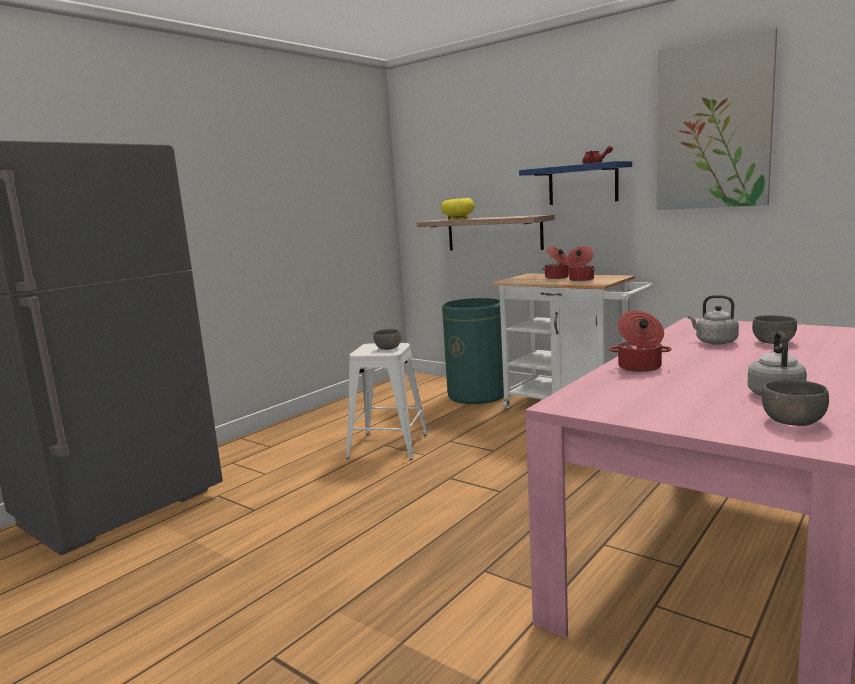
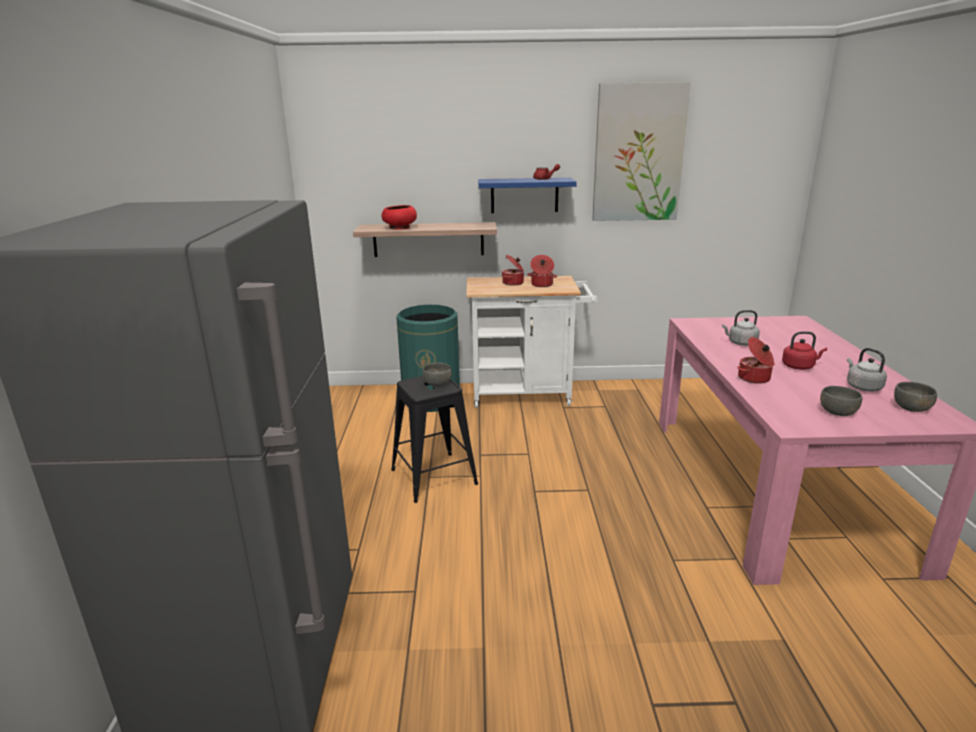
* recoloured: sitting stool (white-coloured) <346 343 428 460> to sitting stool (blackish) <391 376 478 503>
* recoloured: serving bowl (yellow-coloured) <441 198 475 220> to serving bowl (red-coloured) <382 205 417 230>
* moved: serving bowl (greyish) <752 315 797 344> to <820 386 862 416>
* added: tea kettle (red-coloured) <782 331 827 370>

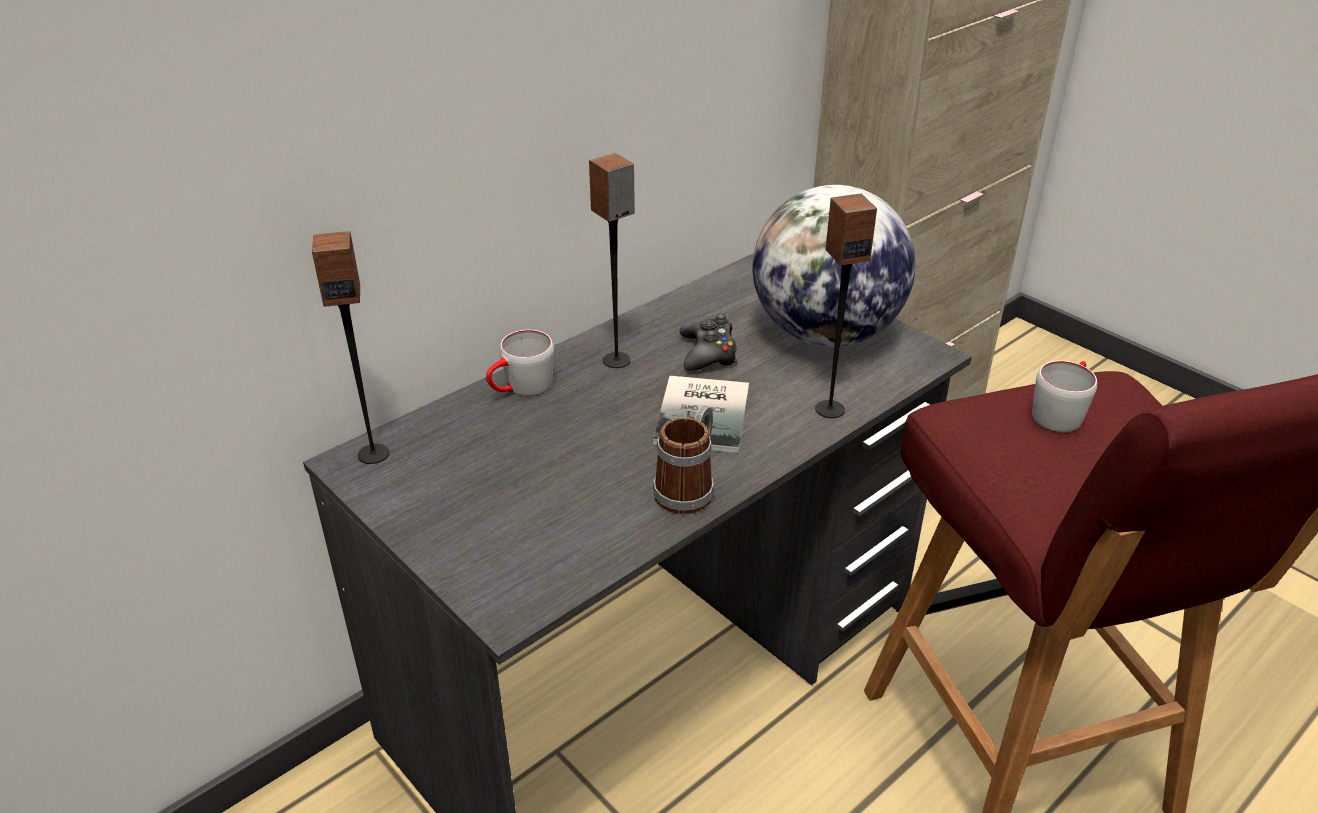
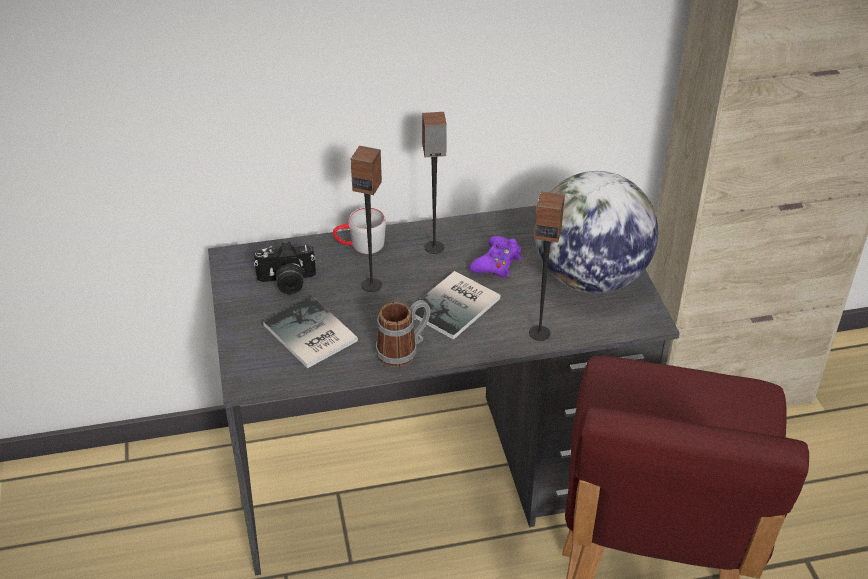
* moved: audio speaker <312 231 389 464> to <351 146 382 292>
* recoloured: game controller (blackish) <680 314 737 371> to game controller (purple) <469 236 522 278>
* removed: coffee mug (greyish) <1032 361 1097 432>
* added: photo camera <254 241 316 294>
* added: bound book <263 296 358 368>

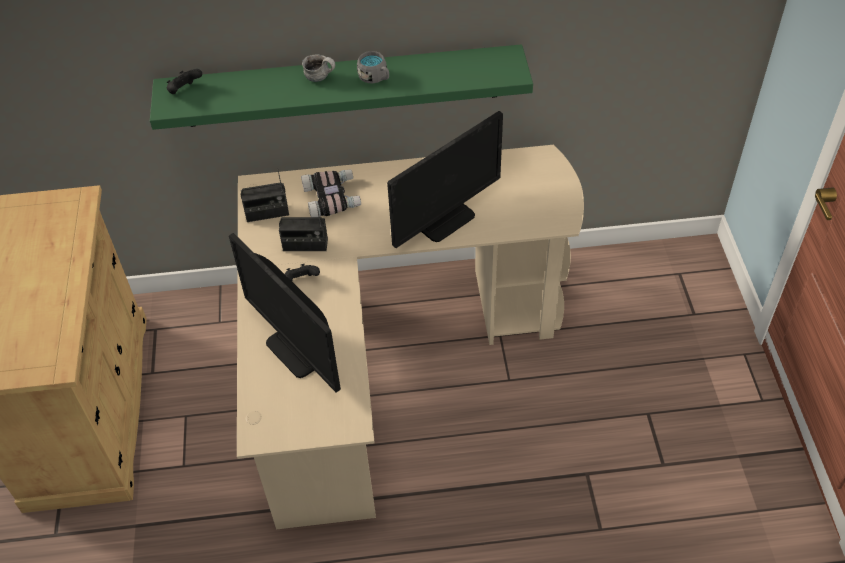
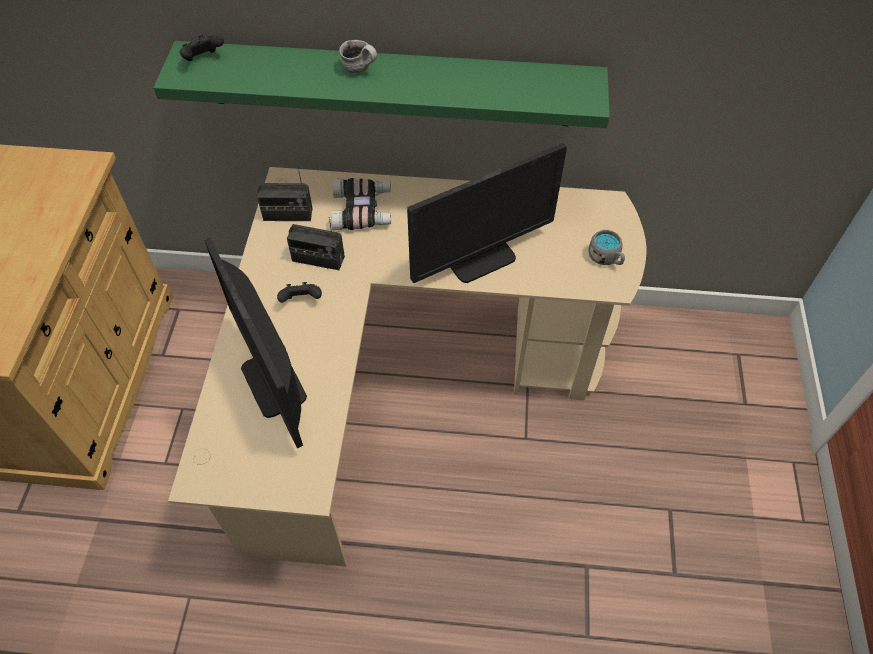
* moved: coffee mug (greyish) <357 51 389 83> to <588 230 625 265>

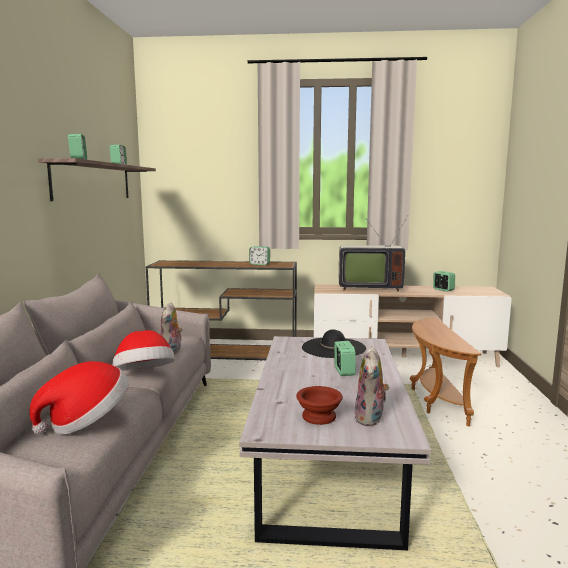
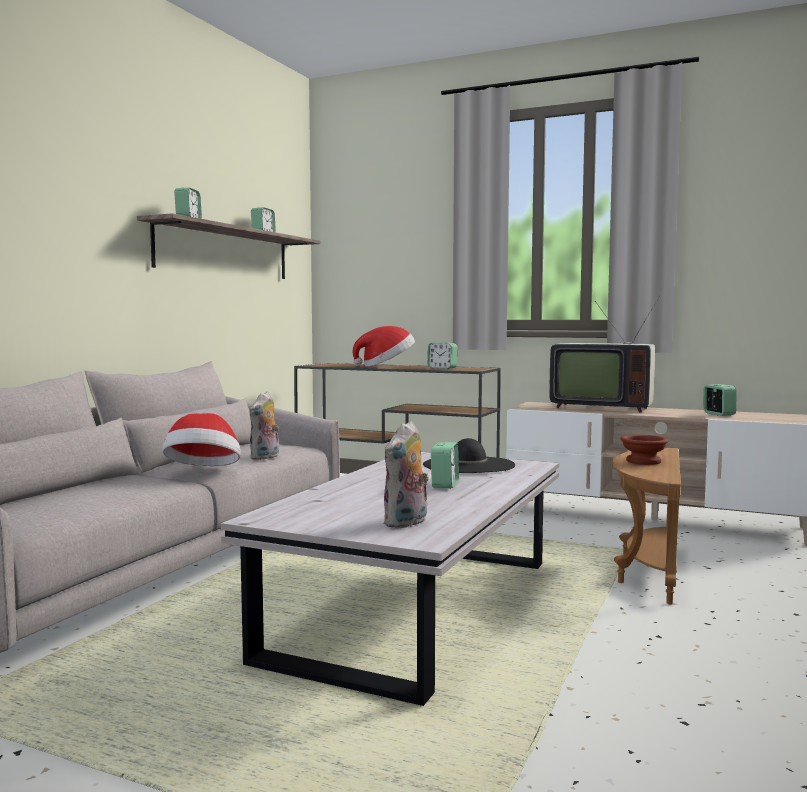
* moved: wearable hat <29 361 129 434> to <353 326 415 367>
* moved: serving bowl (brown-coloured) <296 386 343 425> to <621 435 668 465>

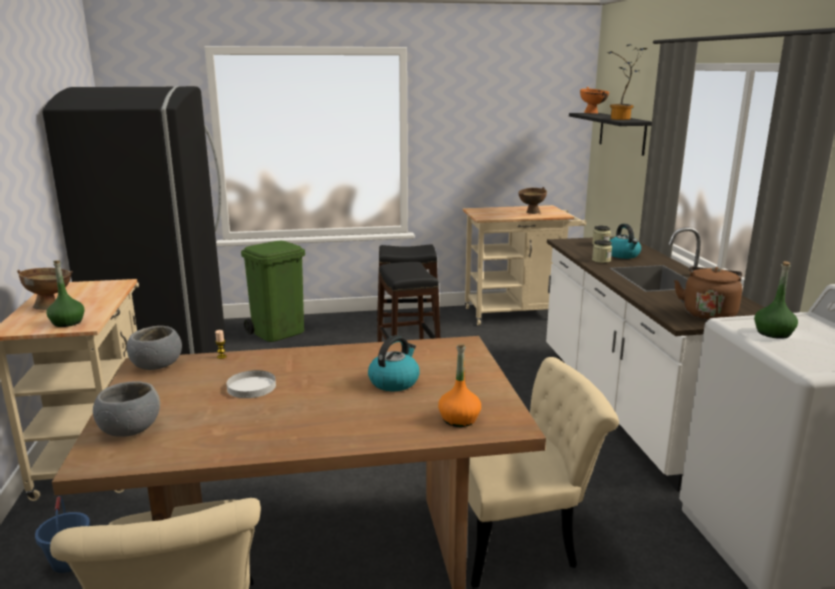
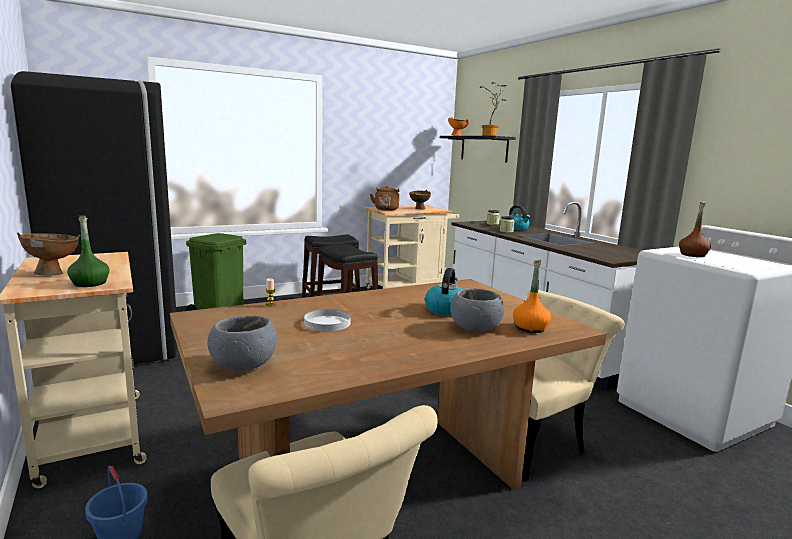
* moved: serving bowl (greyish) <127 326 182 370> to <450 288 504 332>
* moved: tea kettle (brown-coloured) <674 266 742 320> to <370 186 400 211>
* recoloured: drink bottle (greenish) <754 261 798 339> to drink bottle (brown-coloured) <679 202 711 257>

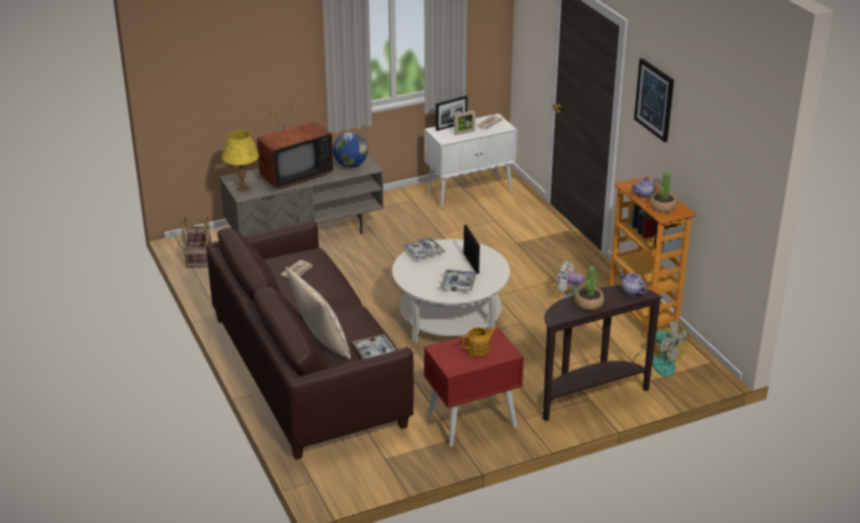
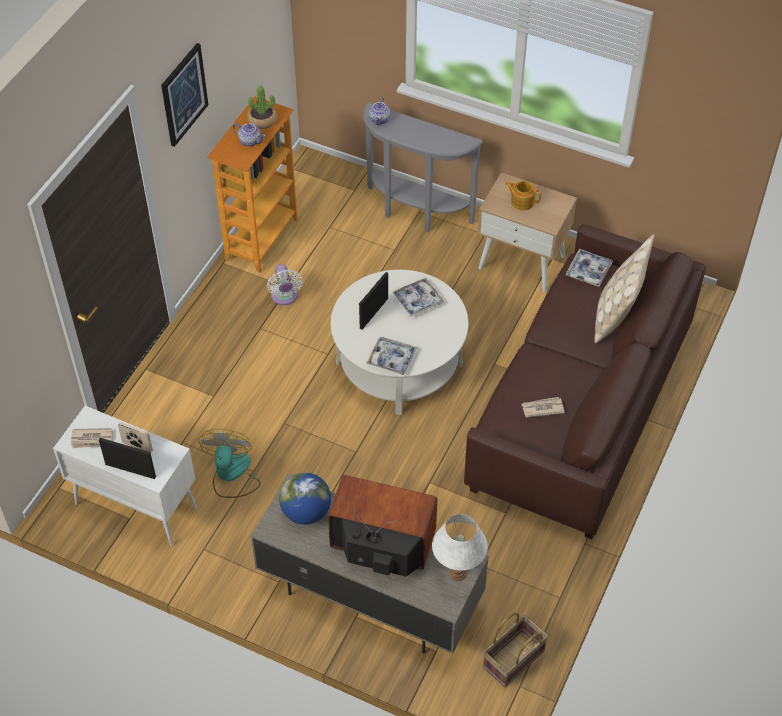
* recoloured: tabletop lamp (yellow-coloured) <221 130 259 192> to tabletop lamp (white-coloured) <432 514 488 581>
* recoloured: bedside table (red-coloured) <424 327 524 447> to bedside table (beige-coloured) <477 173 577 292>
* recoloured: hall table (brown-coloured) <543 285 662 421> to hall table (greyish) <363 103 483 232>
* removed: plant in a pot <575 266 604 310>
* moved: fan <633 318 689 377> to <198 429 261 498>

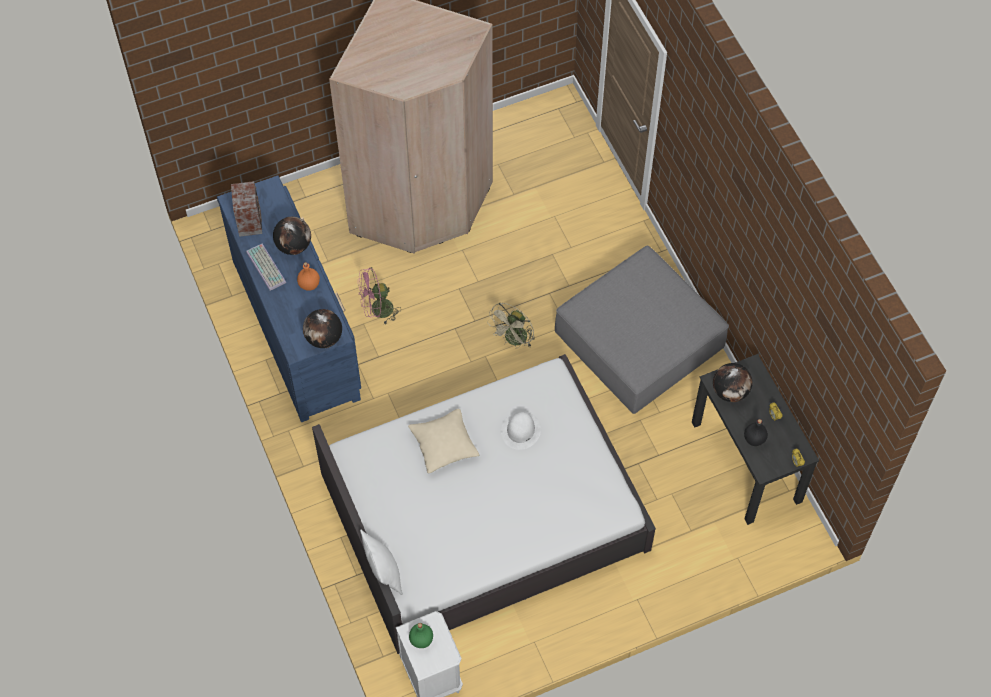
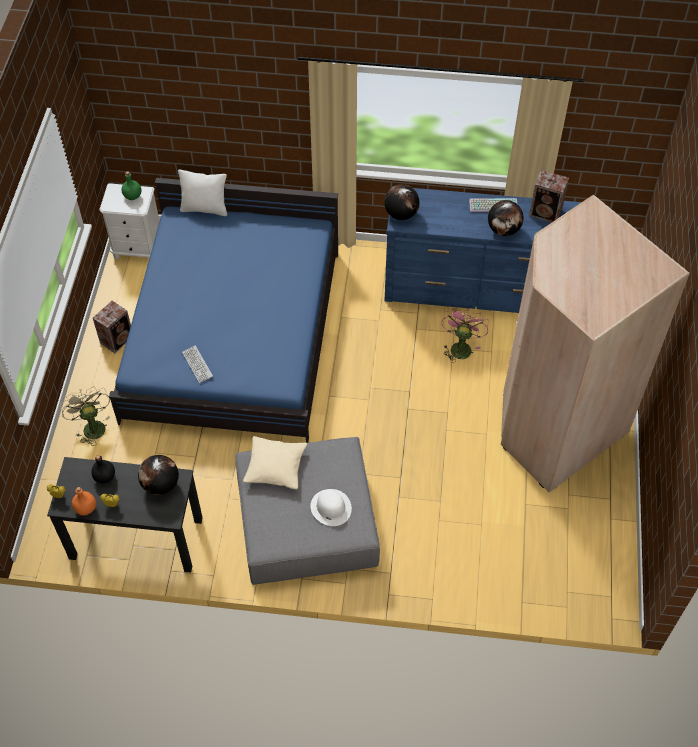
* moved: drink bottle (orangey) <297 262 320 291> to <72 487 96 516>
* recoloured: bedroom bed (white-coloured) <312 354 656 654> to bedroom bed (bluish) <109 178 338 443>
* moved: cushion (beige-coloured) <408 408 479 473> to <243 436 307 489>
* moved: fan (beige-coloured) <487 303 535 349> to <60 387 111 446>
* moved: wearable hat (white-coloured) <501 411 541 450> to <310 489 352 526>
* added: audio speaker <93 301 131 353>
* added: keyboard <182 345 213 383>

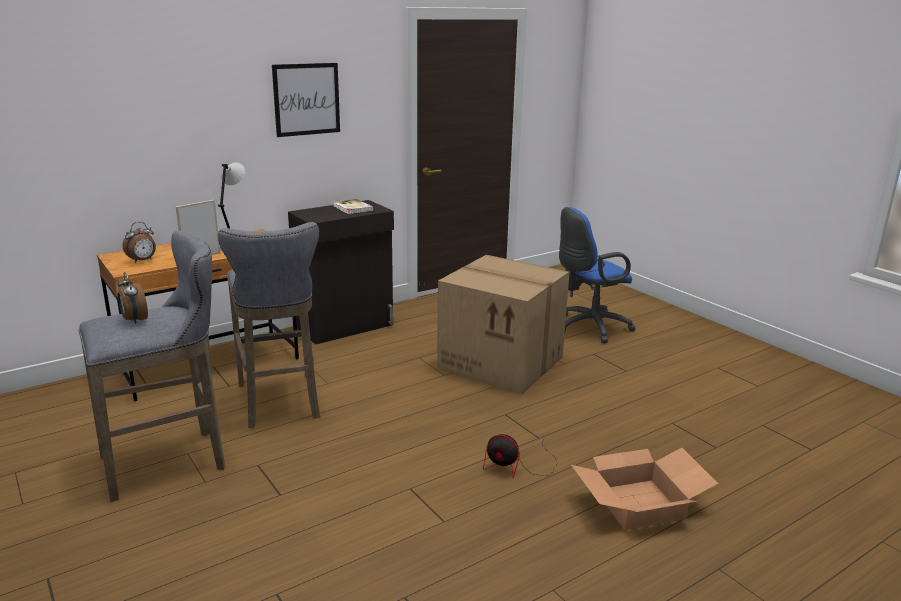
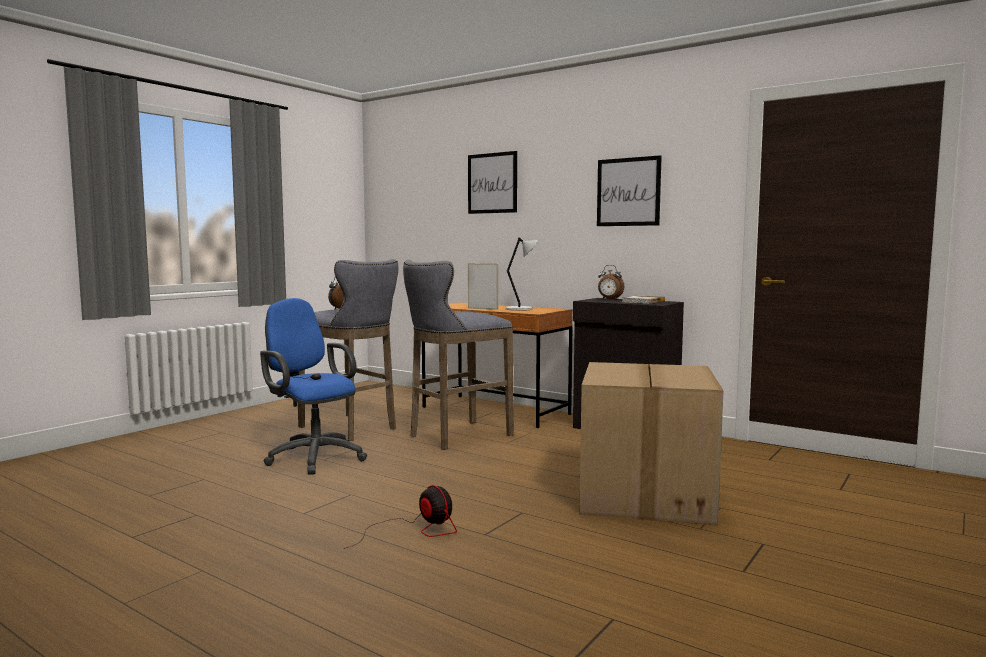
* moved: bedside clock <123 222 156 263> to <598 265 624 300>
* turned: fan <483 434 557 478> = <344 485 457 549> 135 degrees clockwise
* moved: office chair (bluish) <559 207 635 343> to <260 298 367 475>
* removed: cardboard box <571 448 718 530>
* added: wall picture <468 151 517 214>

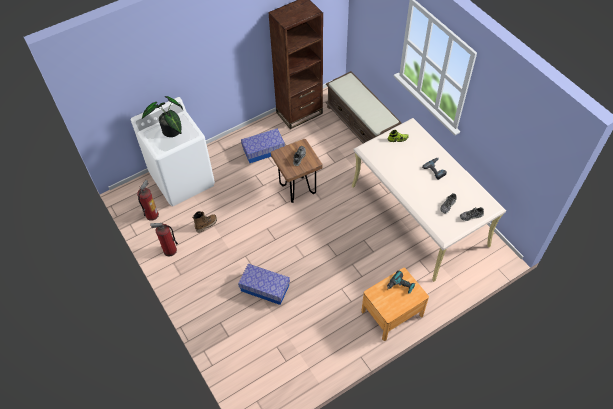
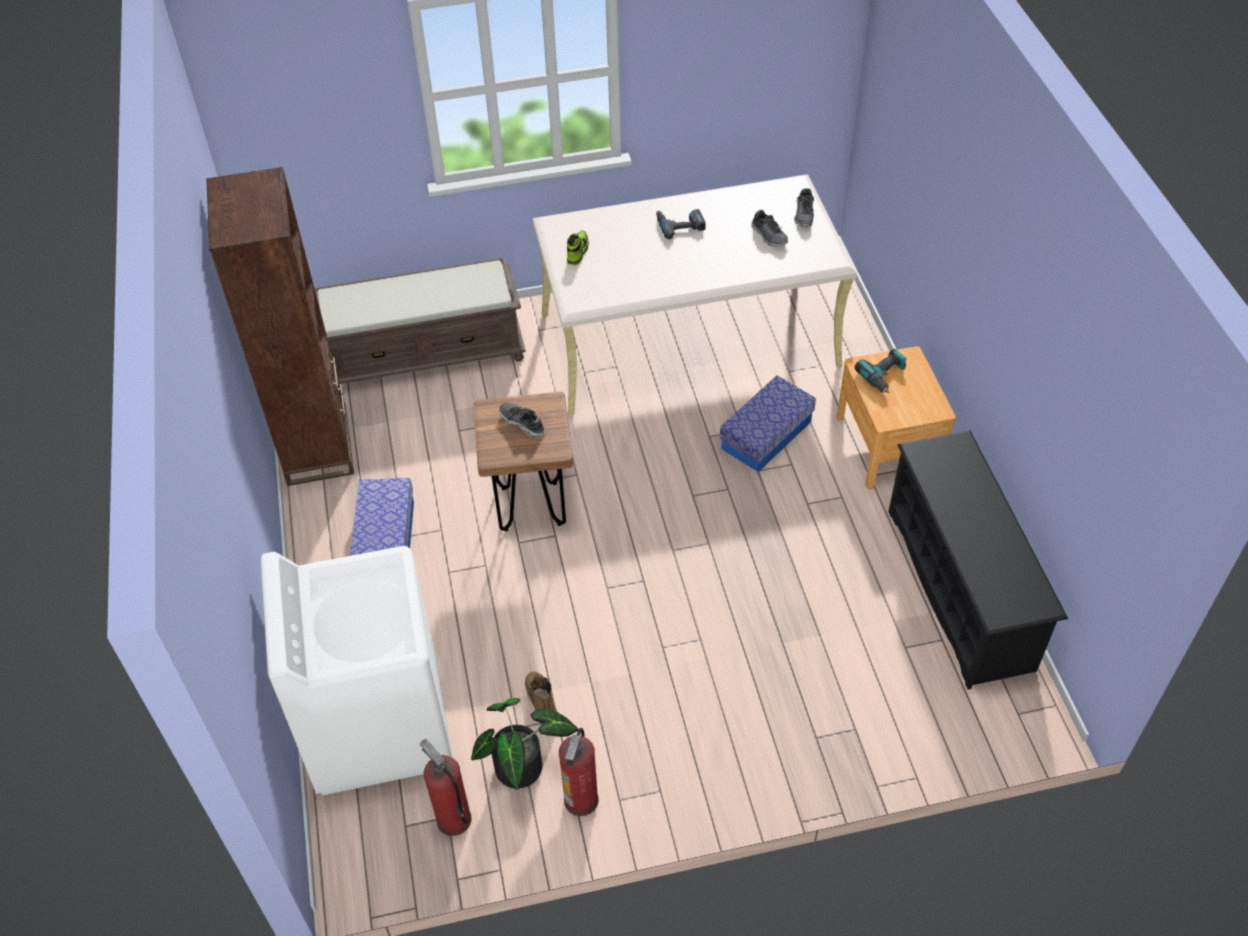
* moved: plant in a pot <142 96 183 137> to <471 698 578 790>
* moved: storage bin <238 263 290 305> to <720 375 816 472>
* added: shoe rack (blackish) <888 430 1068 690>

